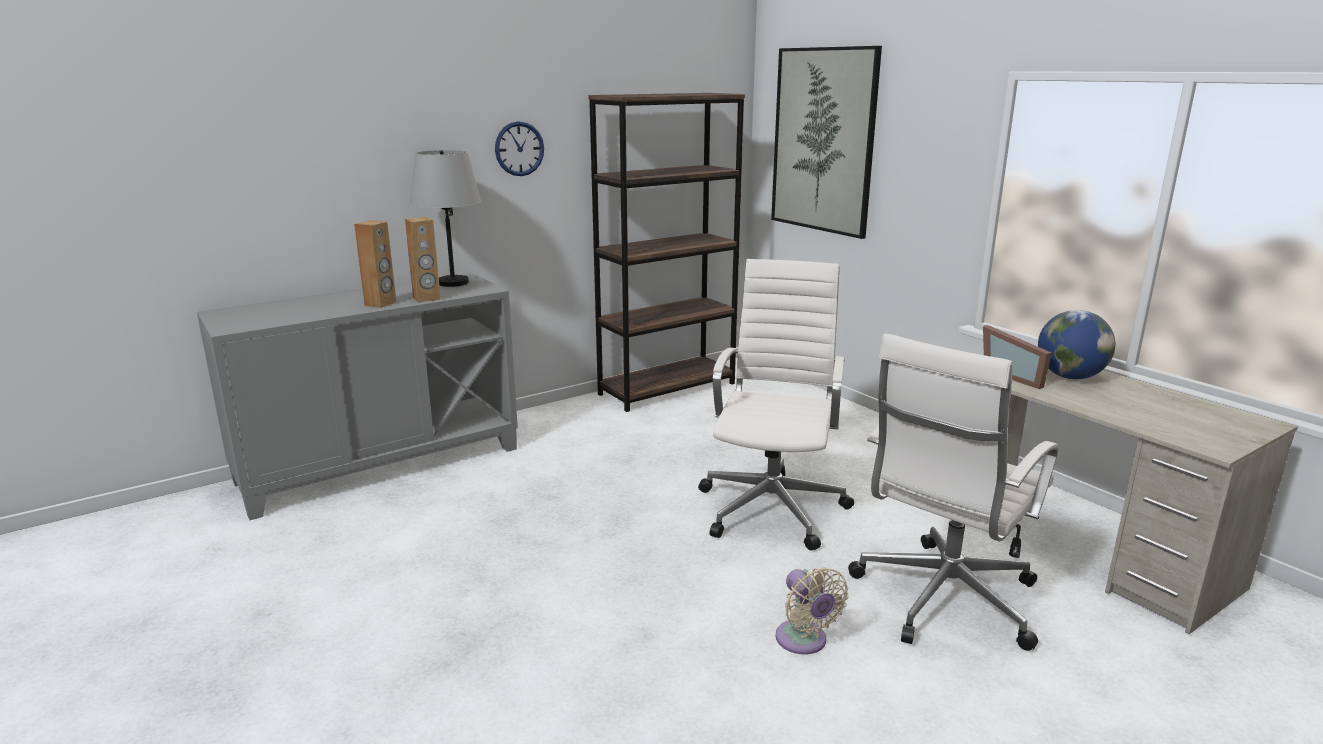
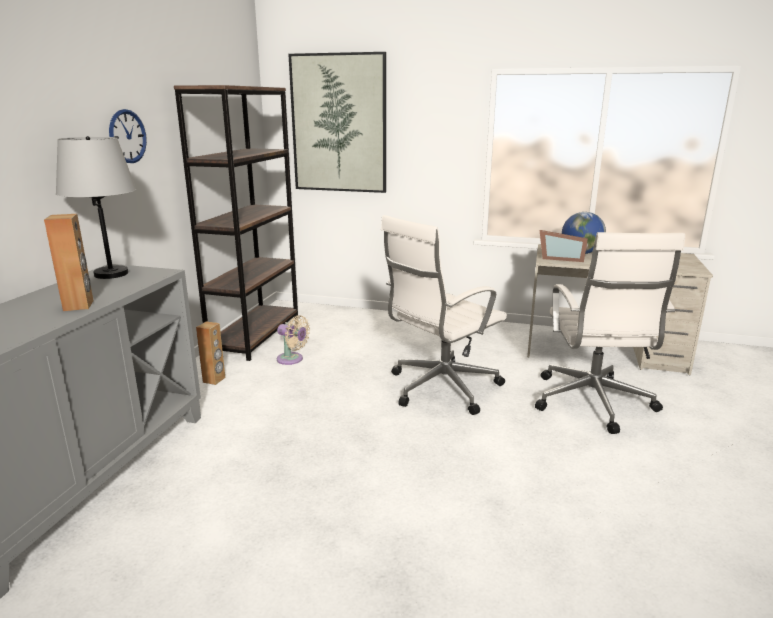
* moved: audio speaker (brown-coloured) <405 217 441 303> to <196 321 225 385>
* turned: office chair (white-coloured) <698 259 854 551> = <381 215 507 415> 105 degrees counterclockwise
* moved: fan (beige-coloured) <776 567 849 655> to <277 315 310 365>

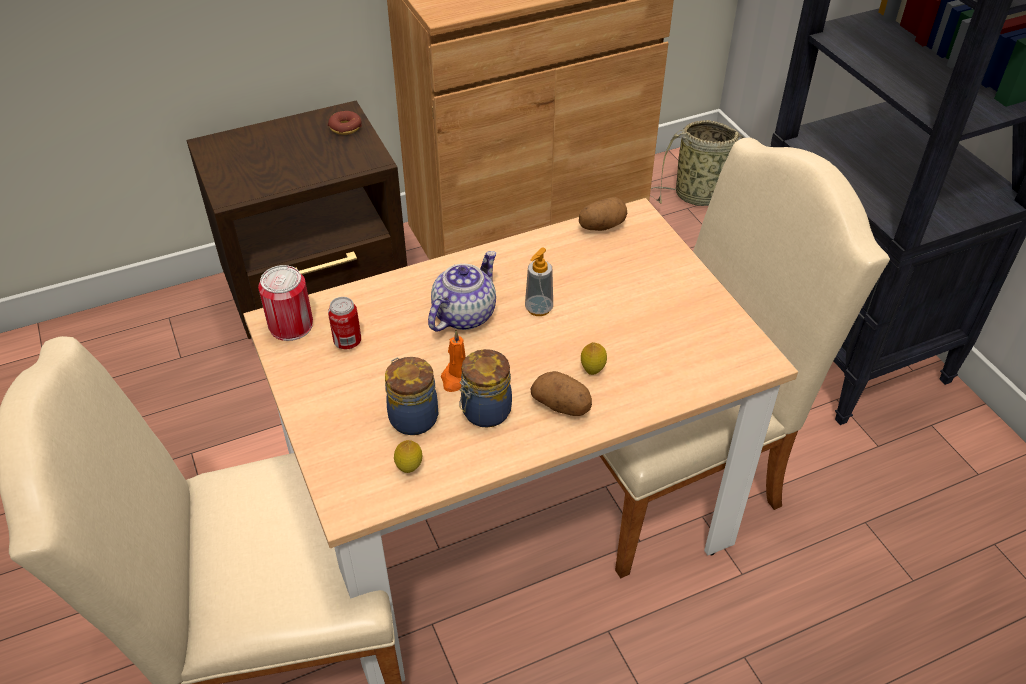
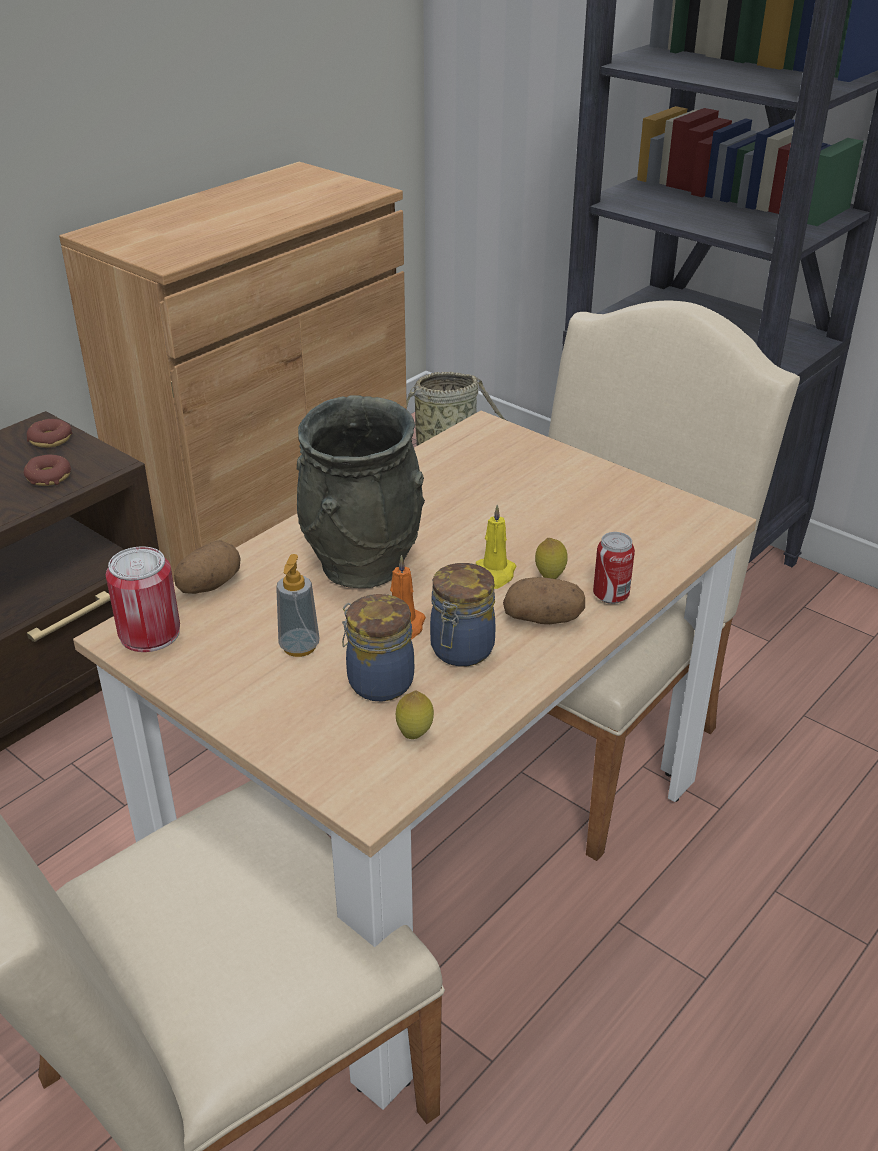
* moved: can <328 297 361 349> to <593 532 635 604>
* replaced: teapot <428 251 496 332> to vase (greyish) <297 396 425 588>
* moved: soap dispenser <525 248 553 316> to <276 554 319 657>
* moved: spud <579 197 627 231> to <174 541 241 594>
* added: donut <24 455 71 486>
* added: candle (yellow-coloured) <476 505 516 589>

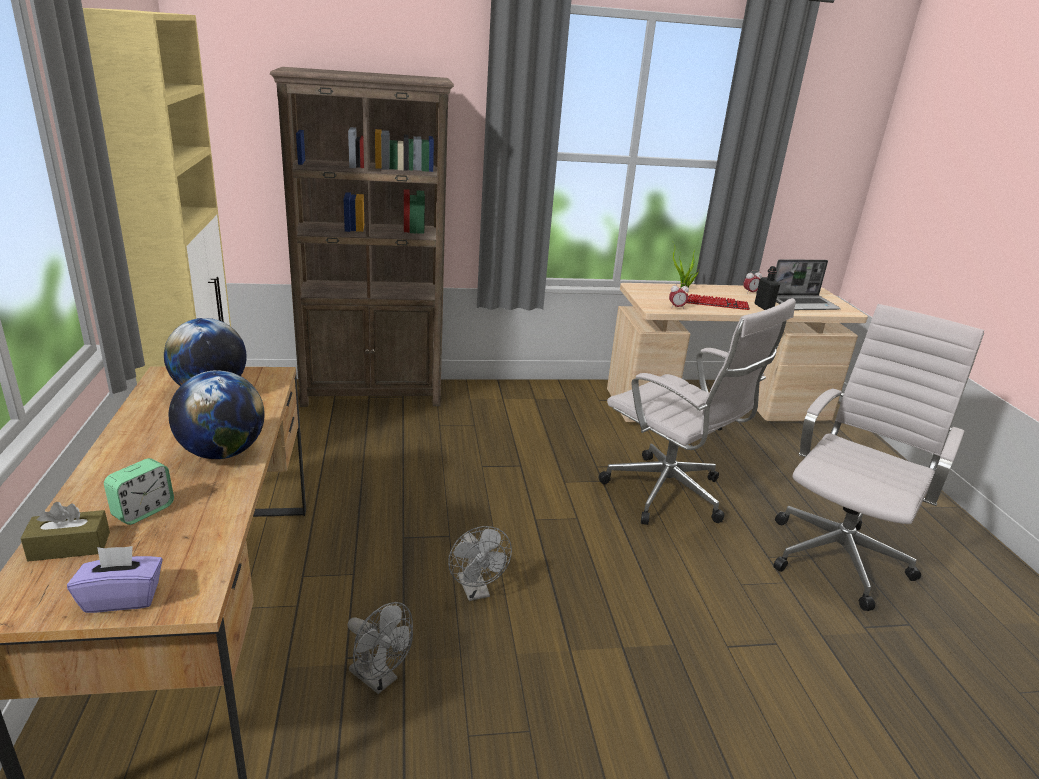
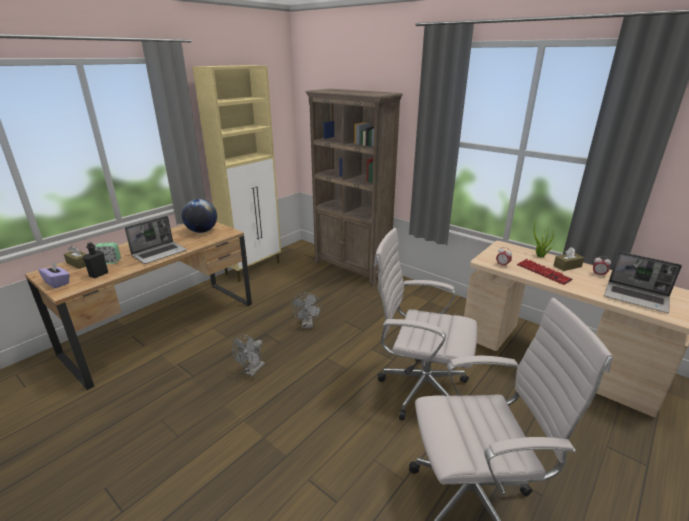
* replaced: world globe <169 370 265 459> to portable computer <125 216 187 264>
* moved: fan (greyish) <348 602 413 694> to <291 293 322 329>
* turned: office chair (white-coloured) <599 298 796 525> = <374 228 477 421> 105 degrees clockwise
* moved: drink bottle (blackish) <755 266 780 310> to <83 242 108 278>
* added: tissue holder (brown-coloured) <553 247 584 271>

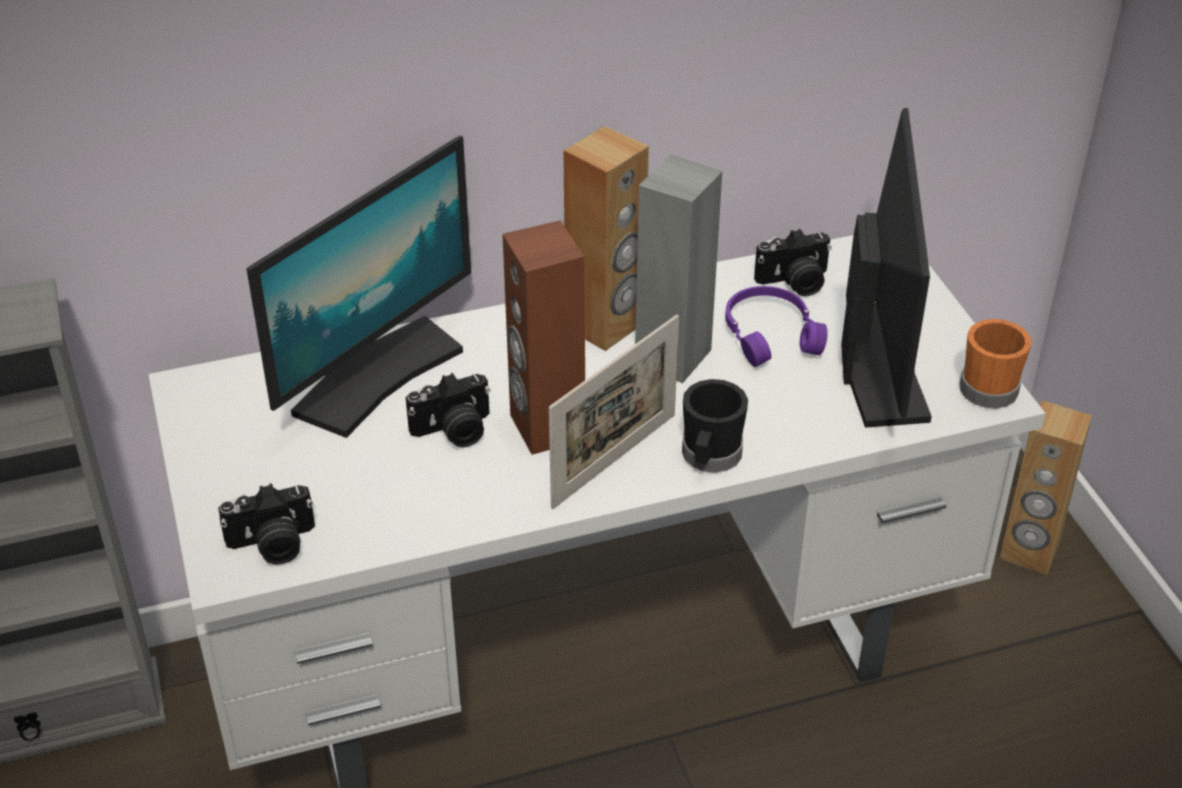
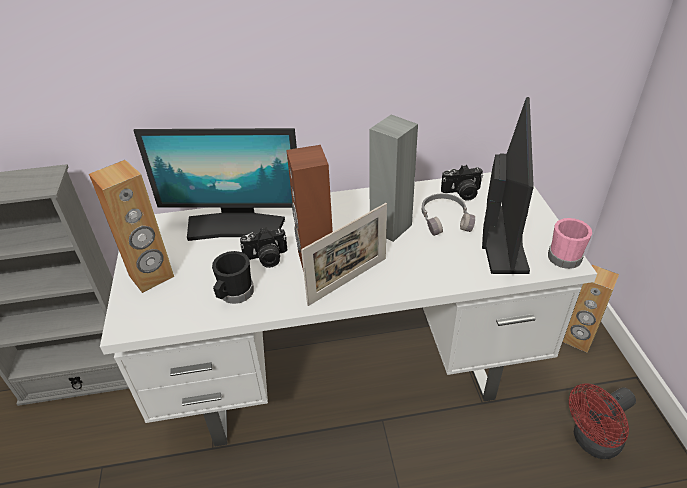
* removed: photo camera <218 483 315 565>
* turned: computer screen <246 136 471 438> = <133 128 297 241> 45 degrees clockwise
* moved: audio speaker (brown-coloured) <563 126 649 351> to <89 160 174 293>
* moved: coffee mug (blackish) <682 379 748 473> to <212 251 254 304>
* recoloured: pair of headphones (purple) <725 286 828 367> to pair of headphones (greyish) <422 194 475 236>
* recoloured: coffee mug (orangey) <960 319 1031 409> to coffee mug (pink) <548 218 592 269>
* added: fan (red-coloured) <569 384 636 459>

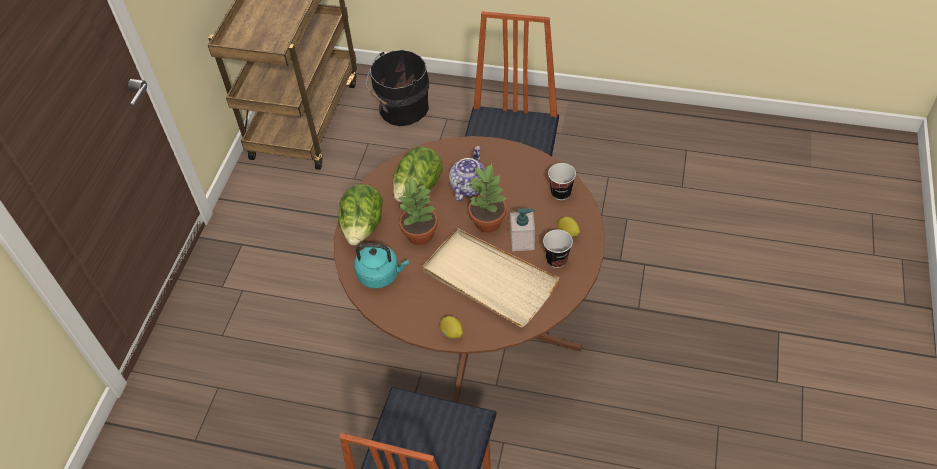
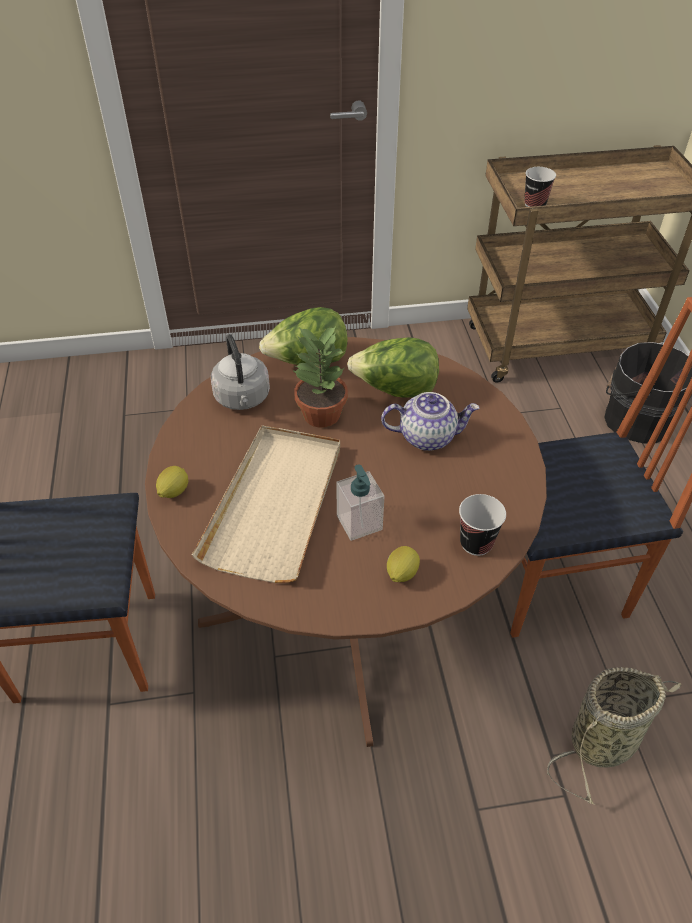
* recoloured: tea kettle (turquoise-coloured) <354 243 409 289> to tea kettle (greyish) <211 334 270 410>
* removed: plant in a pot <469 164 508 233>
* moved: small cup <543 229 573 268> to <524 167 556 207>
* added: basket <547 667 681 805>

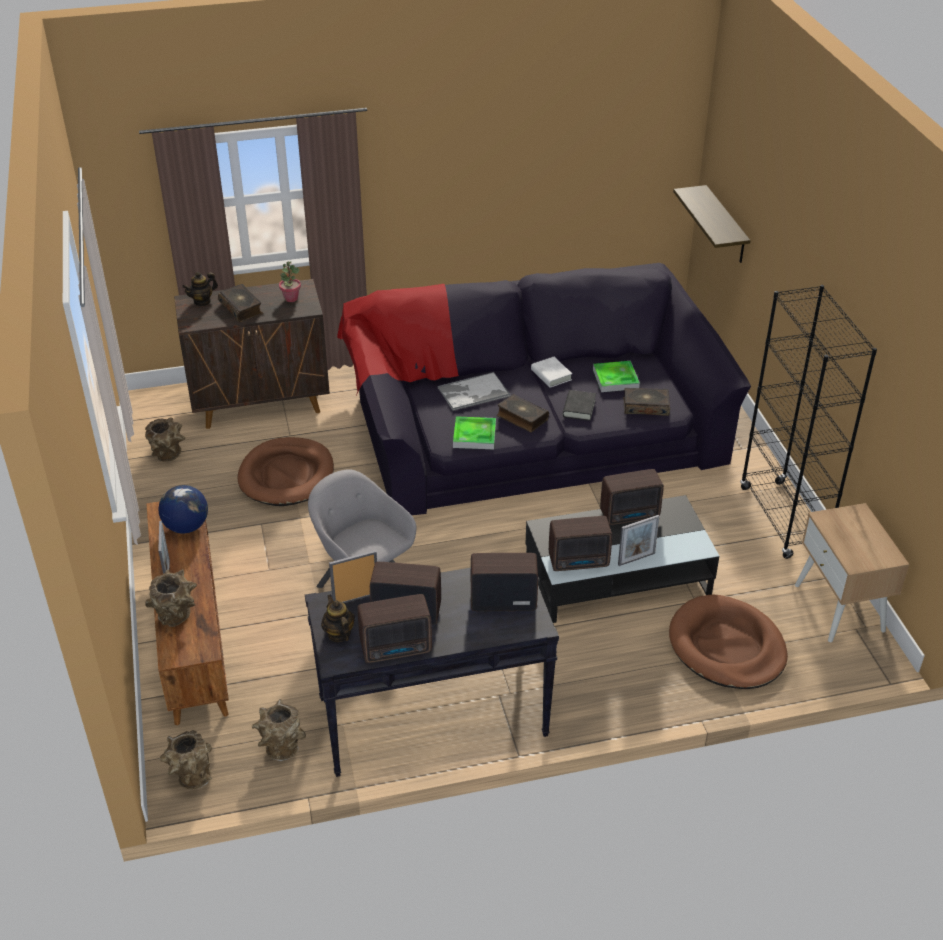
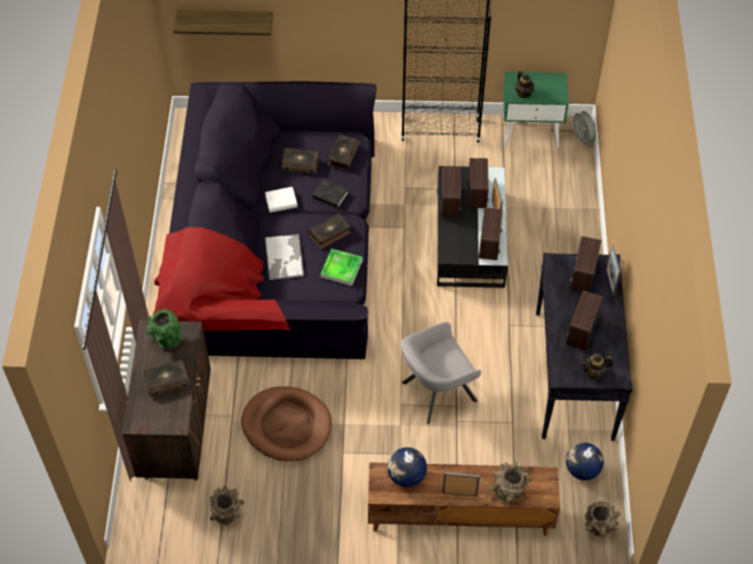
* moved: teapot <182 272 218 306> to <515 70 534 98>
* replaced: vase (brown-coloured) <252 699 306 761> to world globe <566 443 604 480>
* replaced: plant in a pot <279 261 301 302> to vase (greenish) <145 309 185 349>
* moved: photo frame <329 550 377 603> to <606 245 620 295>
* moved: radio set <357 594 432 663> to <468 158 489 208>
* replaced: tray <593 361 640 392> to bound book <282 148 319 174>
* removed: dog cushion (brown-coloured) <669 595 788 689>
* recoloured: bedside table (beige-coloured) <795 503 909 642> to bedside table (greenish) <503 72 569 148>
* added: fan (greyish) <571 111 596 146>

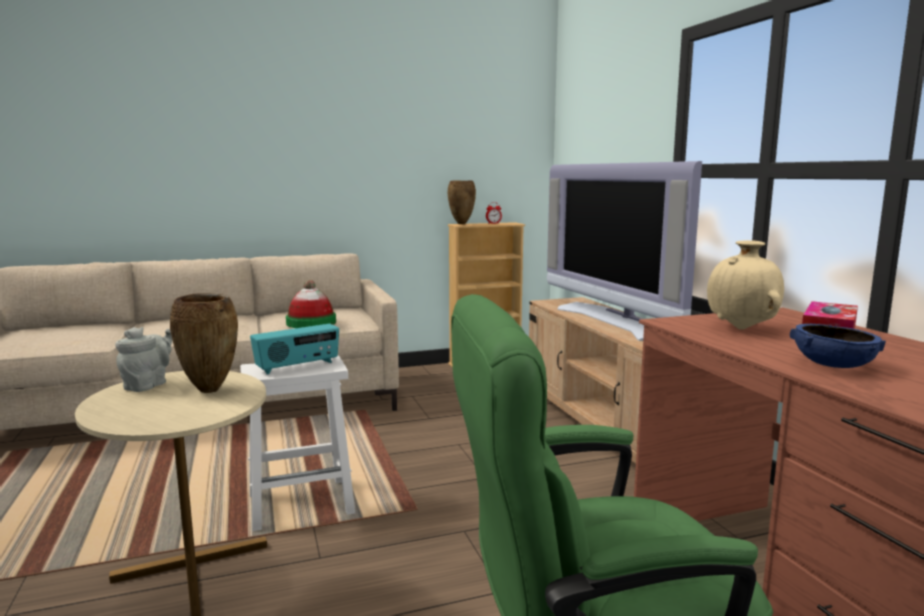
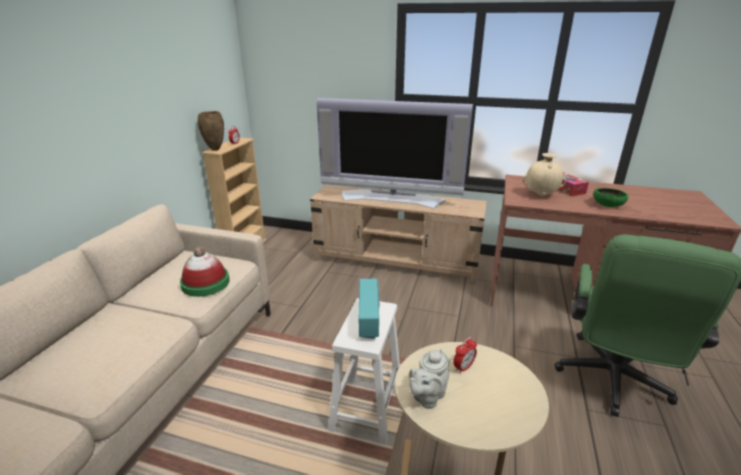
* turned: teapot (greyish) <115 327 172 392> = <409 348 450 409> 105 degrees counterclockwise
* replaced: vase (brown-coloured) <170 293 238 393> to bedside clock <453 337 477 373>
* recoloured: serving bowl (bluish) <790 324 886 368> to serving bowl (greenish) <593 188 629 207>

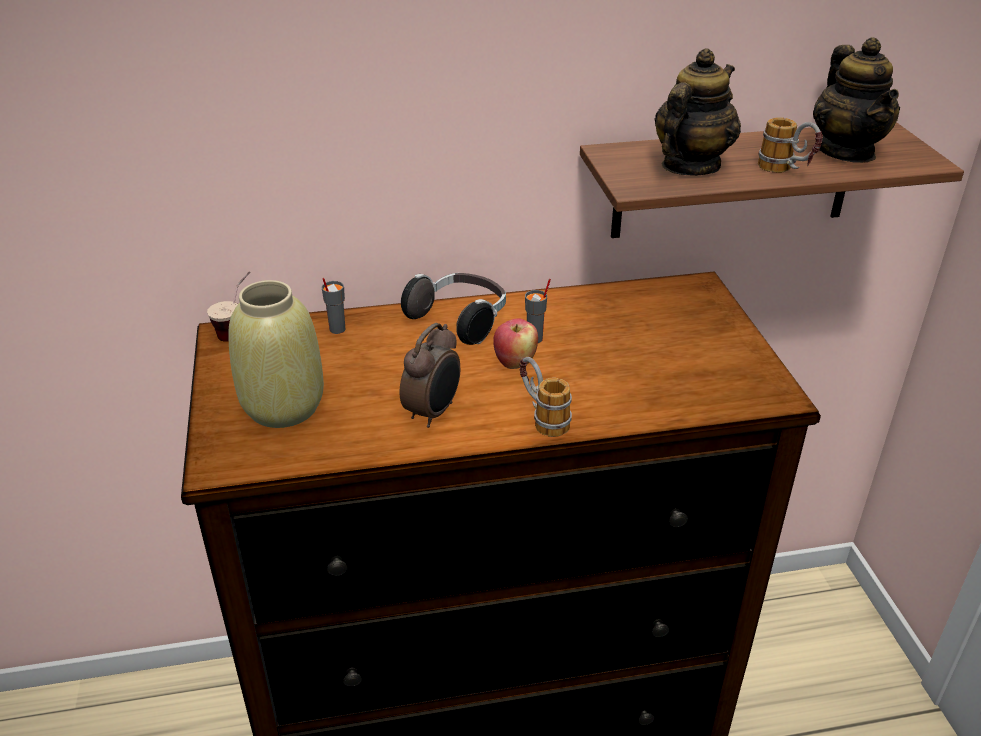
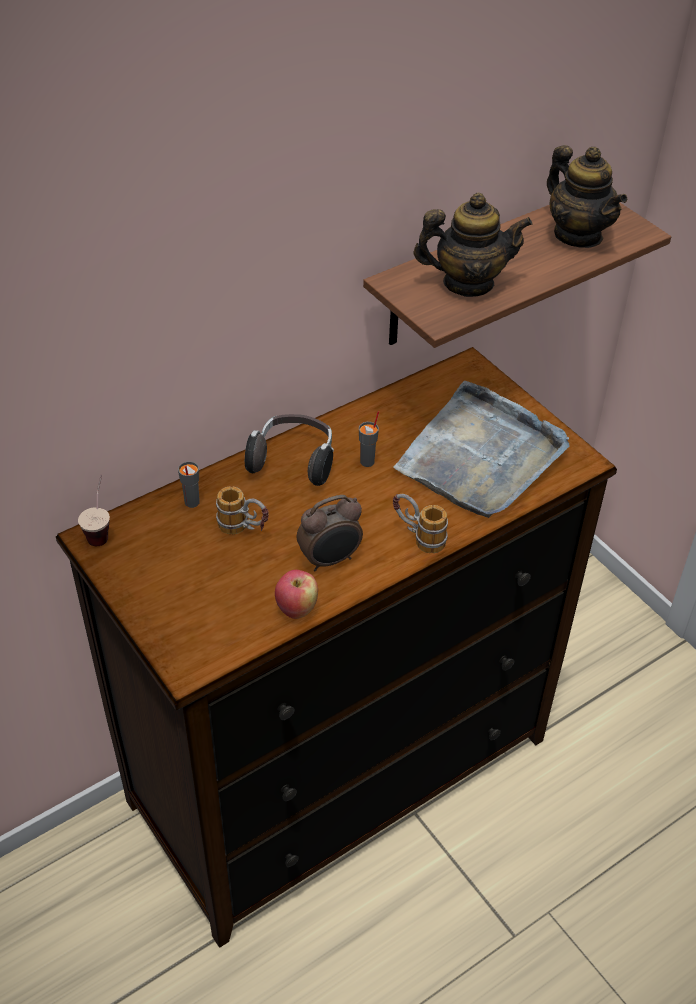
* removed: vase (beige-coloured) <229 280 324 428>
* turned: bedside clock <400 323 460 428> = <297 495 363 571> 60 degrees clockwise
* moved: whole apple <493 318 538 369> to <275 570 318 619>
* turned: teapot <654 48 741 176> = <414 193 533 297> 75 degrees clockwise
* moved: coffee mug <758 117 823 173> to <216 486 269 534>
* added: tray (greyish) <393 381 570 518>

